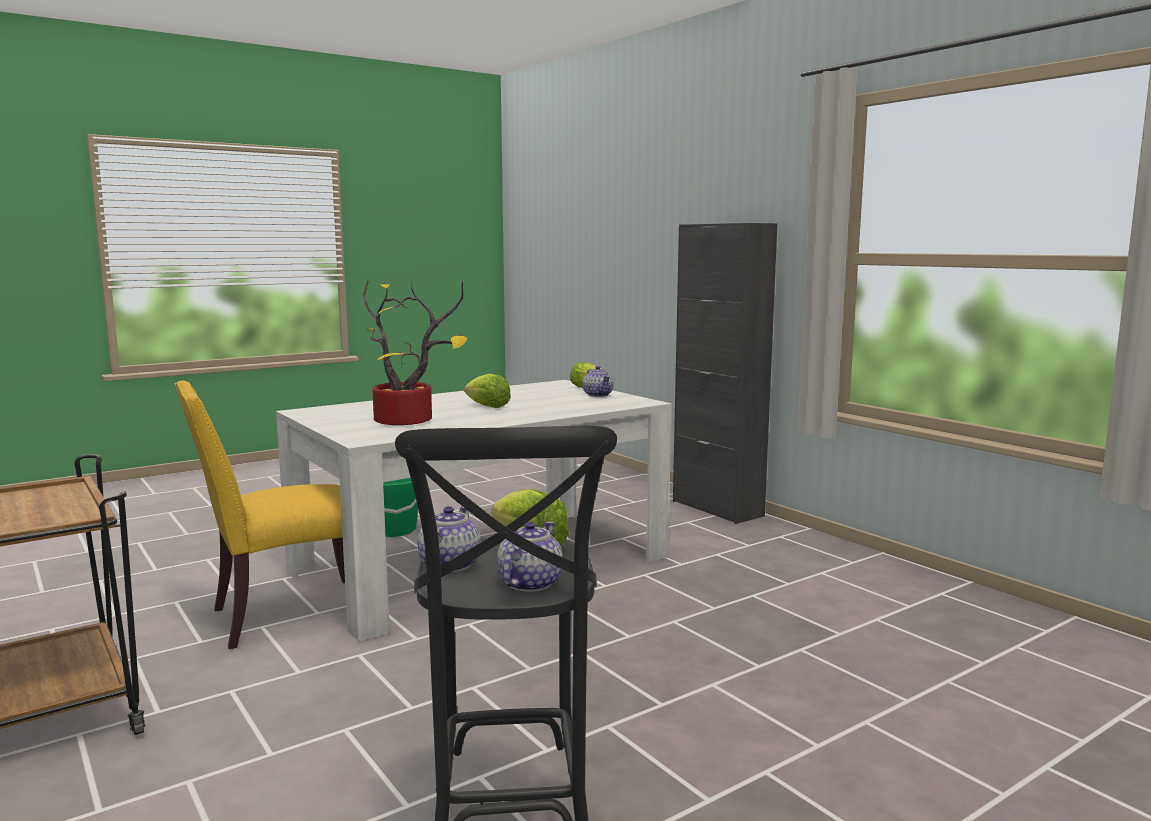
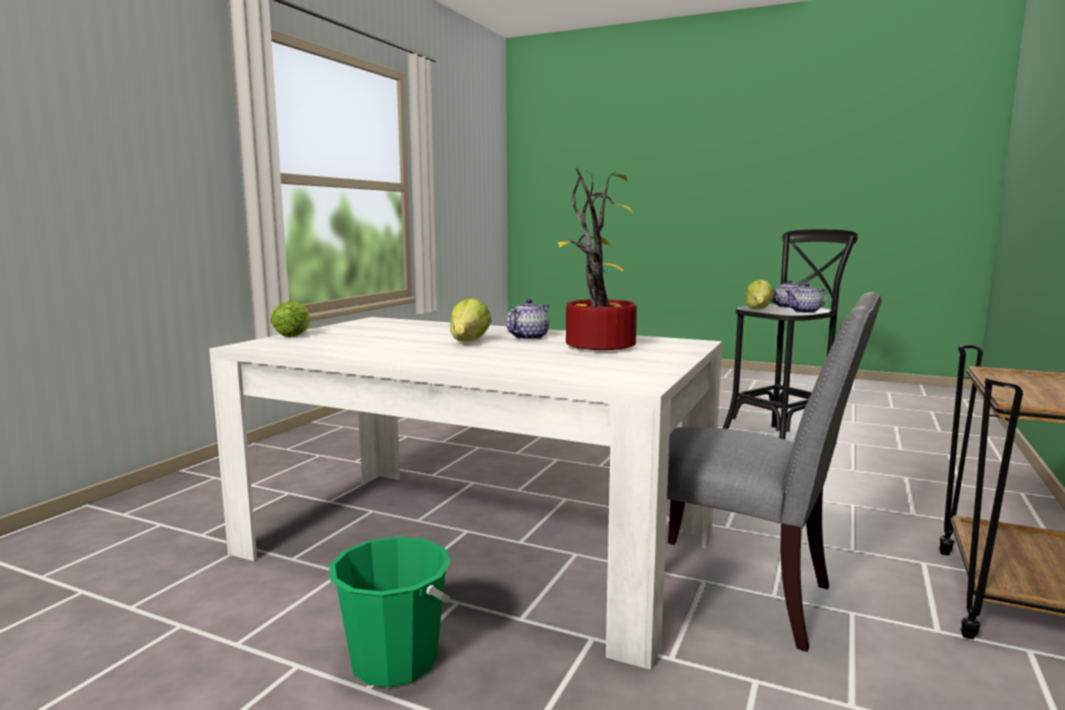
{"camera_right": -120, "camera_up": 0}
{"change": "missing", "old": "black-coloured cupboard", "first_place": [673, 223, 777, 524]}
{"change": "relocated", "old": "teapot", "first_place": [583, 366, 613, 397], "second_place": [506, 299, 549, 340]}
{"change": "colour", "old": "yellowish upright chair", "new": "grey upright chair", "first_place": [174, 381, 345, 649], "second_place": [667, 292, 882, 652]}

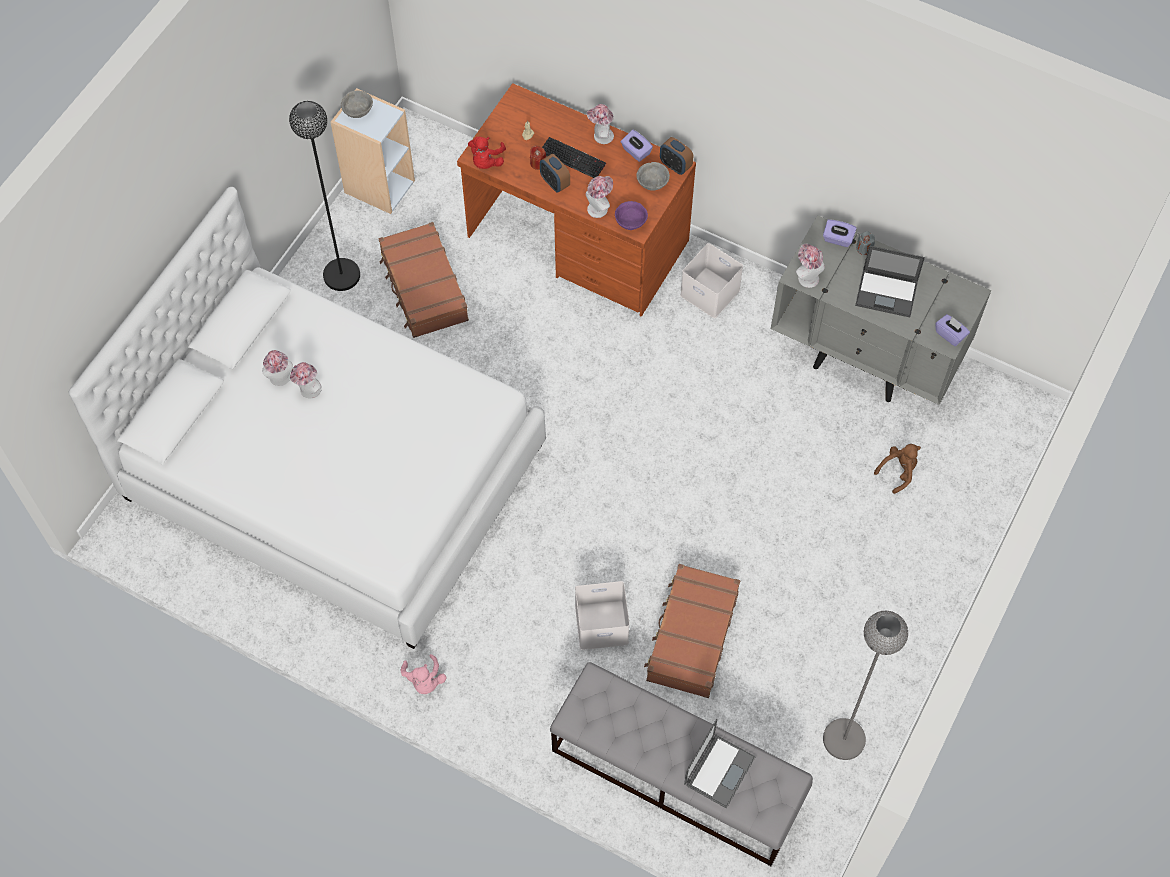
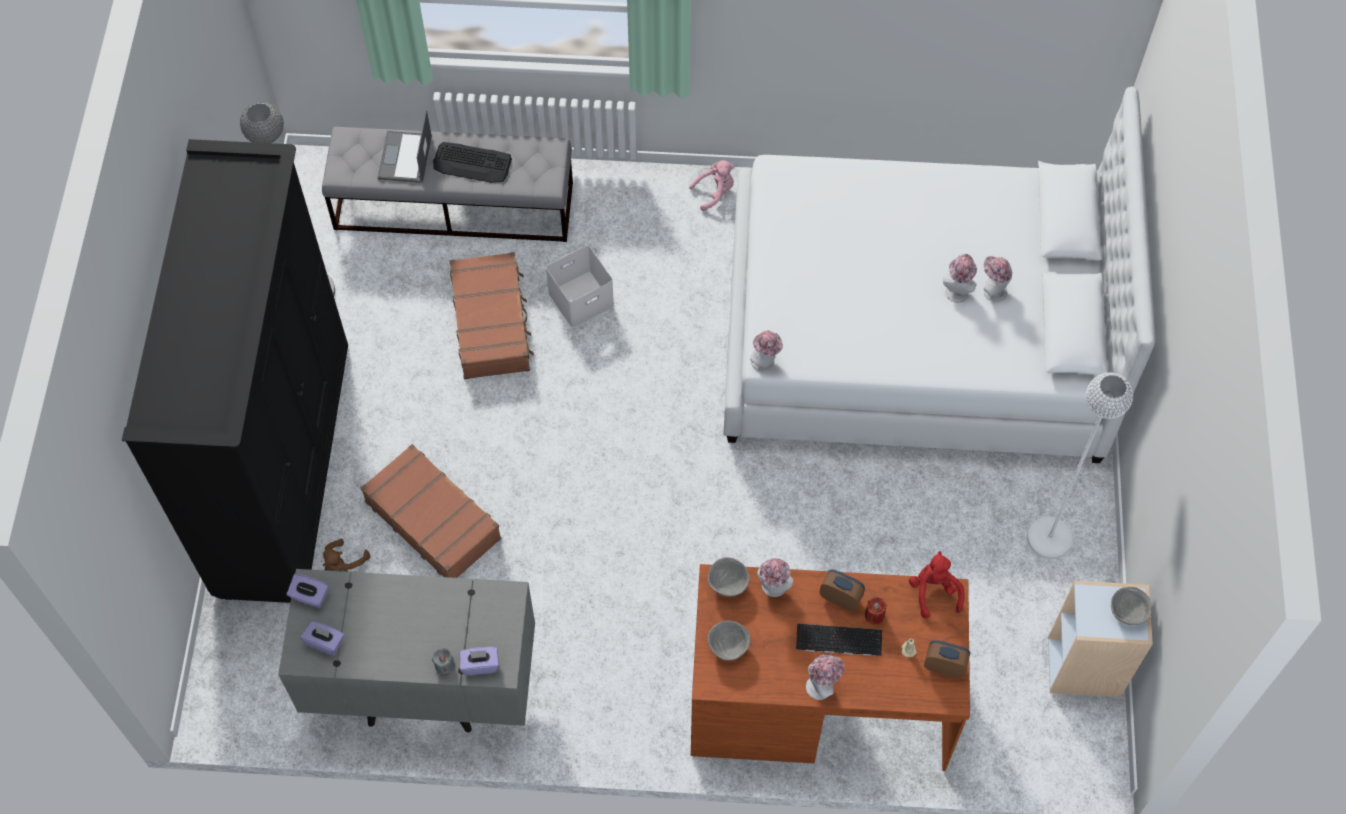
{"camera_right": 155, "camera_up": 0}
{"change": "missing", "old": "whitish storage container", "first_place": [680, 243, 743, 318]}
{"change": "missing", "old": "laptop", "first_place": [855, 246, 925, 317]}
{"change": "appeared", "new": "black-coloured wardrobe", "second_place": [122, 139, 348, 603]}
{"change": "appeared", "new": "PC keyboard", "second_place": [433, 142, 512, 183]}
{"change": "relocated", "old": "brown-coloured suitcase", "first_place": [379, 222, 469, 338], "second_place": [361, 444, 501, 578]}
{"change": "relocated", "old": "purplish tissue holder", "first_place": [621, 130, 653, 162], "second_place": [300, 621, 344, 656]}
{"change": "relocated", "old": "bedside clock", "first_place": [660, 137, 693, 175], "second_place": [924, 640, 970, 678]}
{"change": "relocated", "old": "hat", "first_place": [796, 244, 825, 288], "second_place": [750, 330, 783, 371]}
{"change": "colour", "old": "black-coloured standing lamp", "new": "whitish standing lamp", "first_place": [289, 101, 360, 291], "second_place": [1027, 372, 1133, 559]}
{"change": "colour", "old": "purplish bowl", "new": "grey bowl", "first_place": [615, 201, 648, 230], "second_place": [708, 557, 749, 597]}
{"change": "spun", "old": "pink-coloured soft toy", "first_place": [401, 654, 447, 694], "second_place": [689, 160, 735, 211], "degrees": 105}

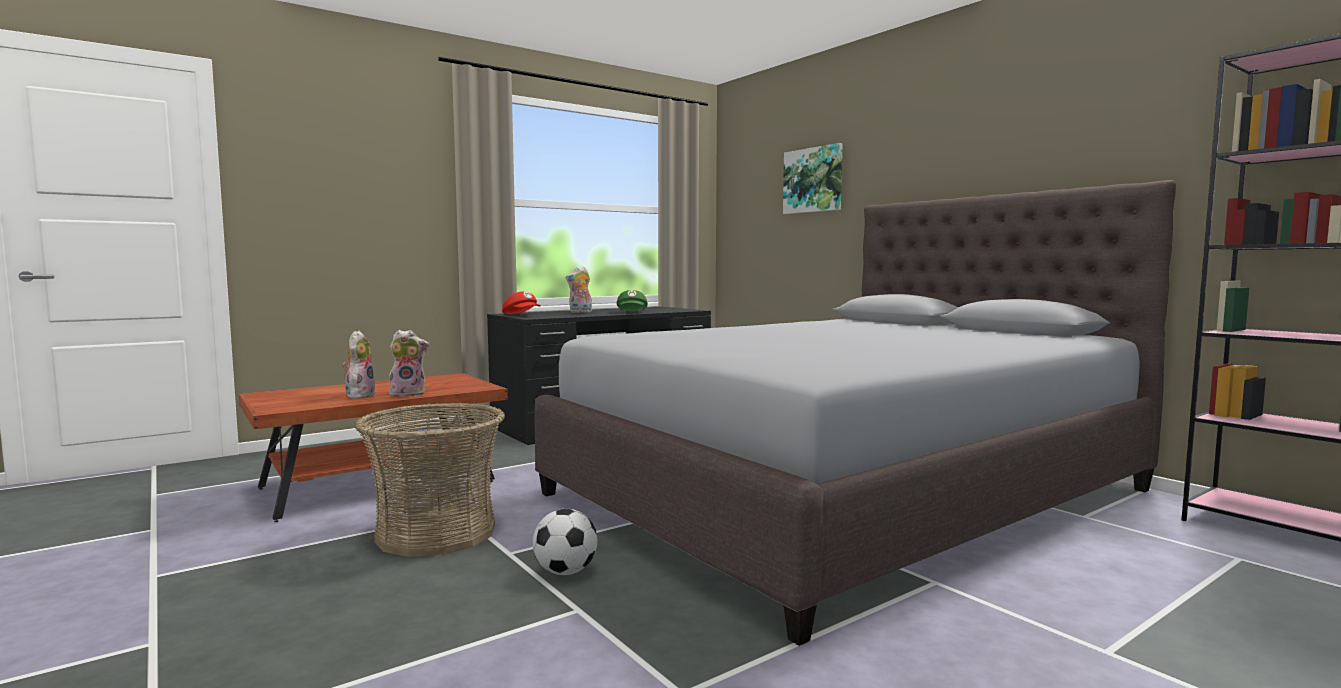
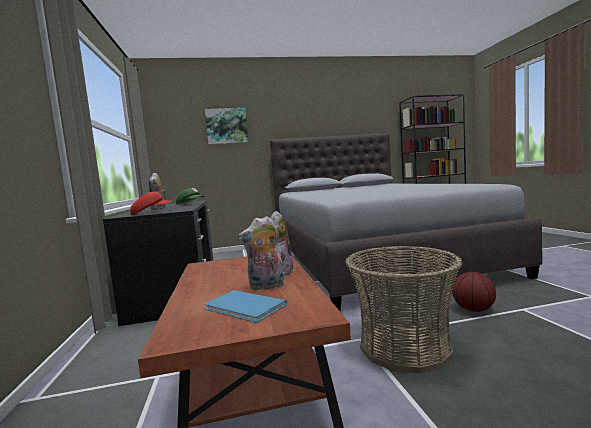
{"camera_right": -65, "camera_up": 0}
{"change": "appeared", "new": "bluish book", "second_place": [204, 290, 287, 323]}
{"change": "exchanged", "old": "football ball", "new": "basketball", "first_place": [533, 509, 597, 575], "second_place": [452, 272, 496, 312]}
{"change": "spun", "old": "soft toy", "first_place": [342, 331, 375, 399], "second_place": [238, 216, 284, 290], "degrees": -45}

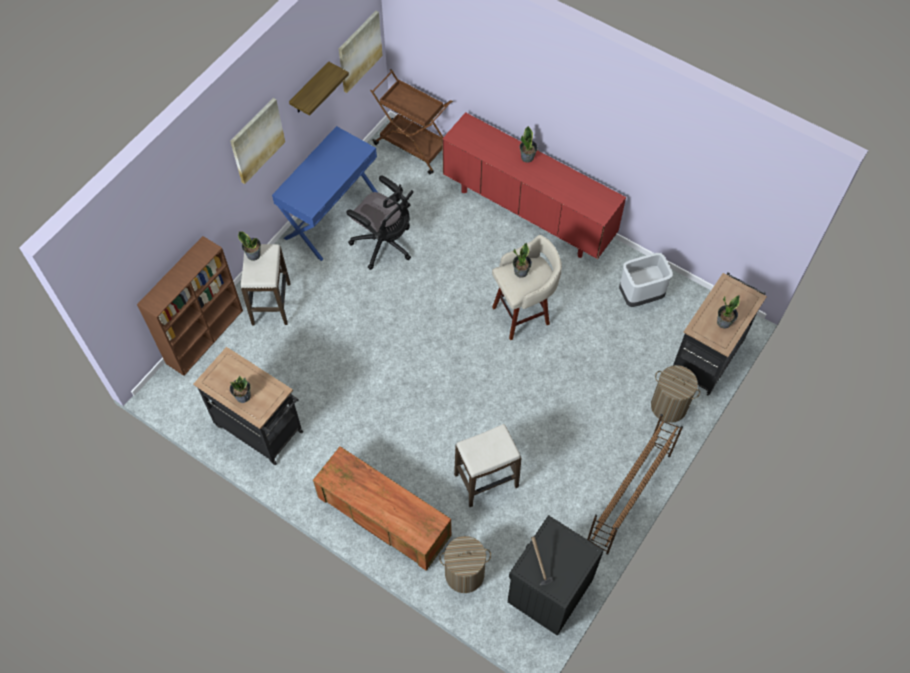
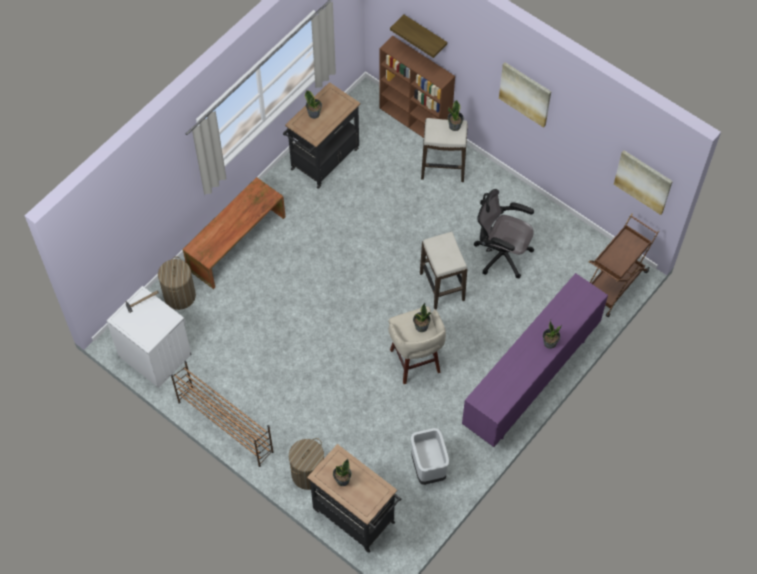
{"camera_right": 95, "camera_up": 0}
{"change": "missing", "old": "bluish desk table", "first_place": [272, 126, 377, 261]}
{"change": "relocated", "old": "shelf", "first_place": [289, 61, 349, 116], "second_place": [390, 15, 447, 58]}
{"change": "relocated", "old": "stool seat", "first_place": [454, 424, 521, 507], "second_place": [420, 232, 467, 309]}
{"change": "colour", "old": "reddish cupboard", "new": "purplish cupboard", "first_place": [442, 112, 626, 259], "second_place": [462, 273, 608, 447]}
{"change": "colour", "old": "black-coloured laundry appliance", "new": "whitish laundry appliance", "first_place": [507, 515, 604, 636], "second_place": [106, 286, 192, 388]}
{"change": "spun", "old": "desk chair", "first_place": [346, 175, 413, 270], "second_place": [474, 189, 534, 279], "degrees": 75}

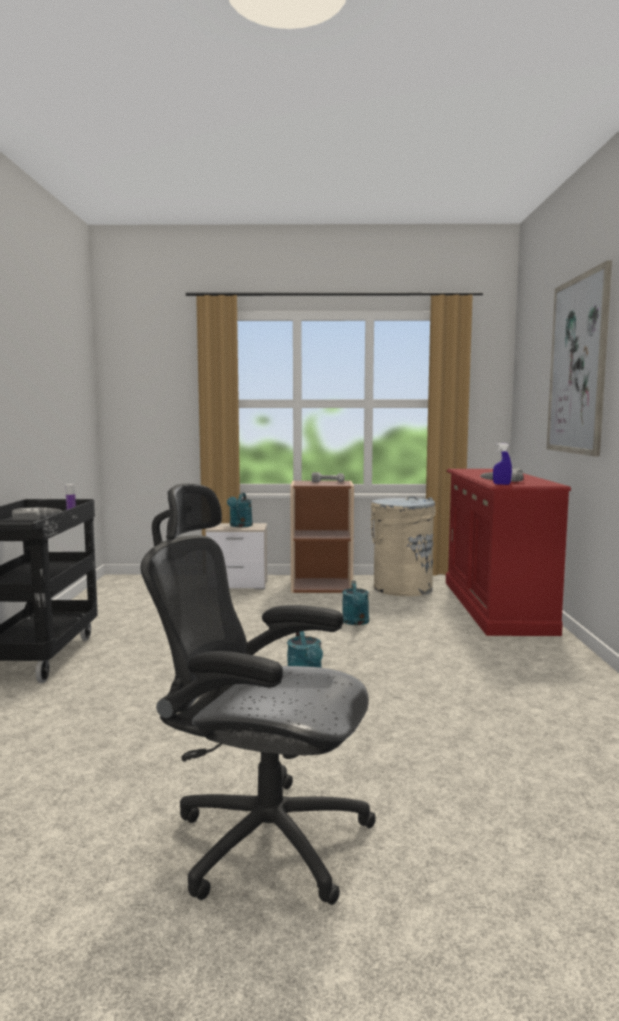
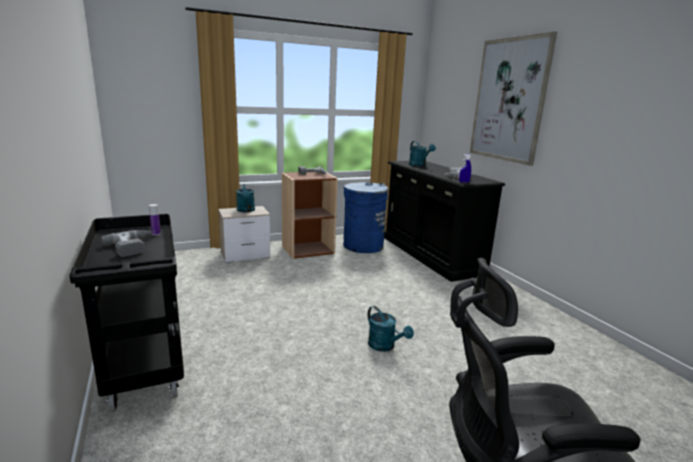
{"camera_right": -25, "camera_up": 10}
{"change": "relocated", "old": "turquoise-coloured watering pot", "first_place": [342, 580, 369, 625], "second_place": [409, 141, 436, 167]}
{"change": "colour", "old": "beige-coloured waste bin", "new": "bluish waste bin", "first_place": [371, 497, 436, 596], "second_place": [343, 182, 388, 253]}
{"change": "colour", "old": "reddish cupboard", "new": "black-coloured cupboard", "first_place": [446, 469, 571, 636], "second_place": [384, 161, 505, 282]}

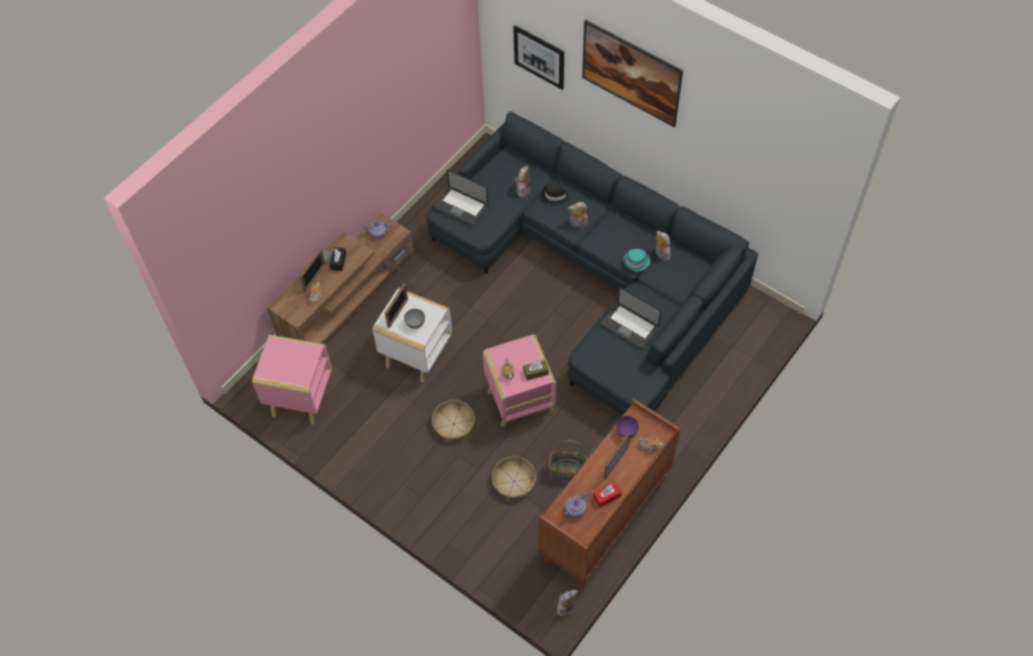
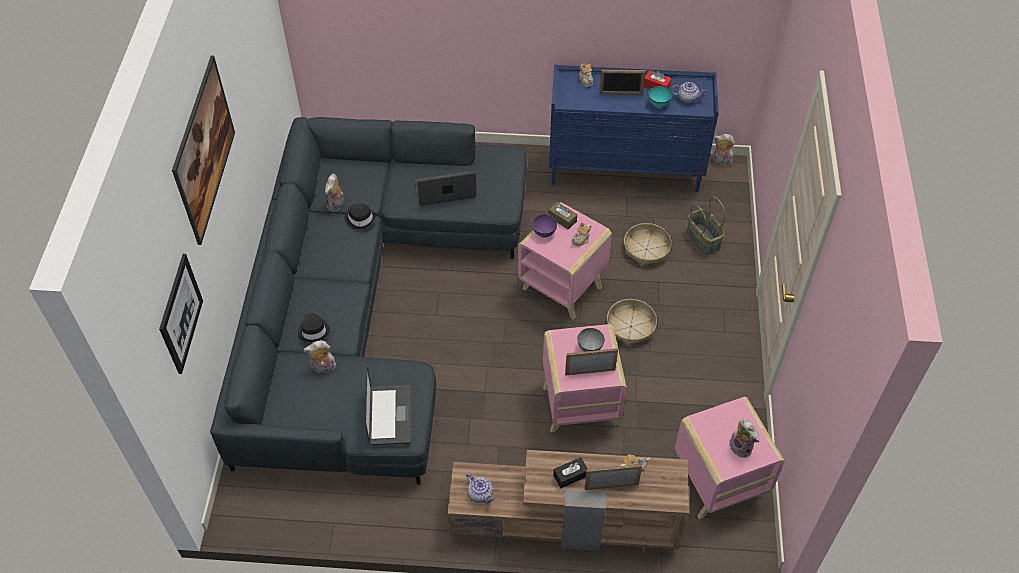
{"camera_right": -125, "camera_up": -5}
{"change": "appeared", "new": "turquoise-coloured bowl", "second_place": [648, 86, 672, 108]}
{"change": "relocated", "old": "storage basket", "first_place": [549, 440, 588, 481], "second_place": [686, 197, 725, 255]}
{"change": "relocated", "old": "soft toy", "first_place": [567, 202, 588, 228], "second_place": [729, 419, 760, 458]}
{"change": "relocated", "old": "purplish bowl", "first_place": [616, 416, 639, 437], "second_place": [532, 214, 557, 238]}
{"change": "colour", "old": "whitish side table", "new": "pink-coloured side table", "first_place": [373, 288, 452, 383], "second_place": [543, 324, 627, 433]}
{"change": "colour", "old": "brown-coloured cupboard", "new": "bluish cupboard", "first_place": [539, 399, 680, 588], "second_place": [549, 64, 719, 192]}
{"change": "colour", "old": "turquoise-coloured hat", "new": "black-coloured hat", "first_place": [623, 249, 651, 271], "second_place": [344, 203, 376, 230]}
{"change": "spun", "old": "laptop", "first_place": [601, 287, 662, 349], "second_place": [414, 171, 477, 206], "degrees": -105}

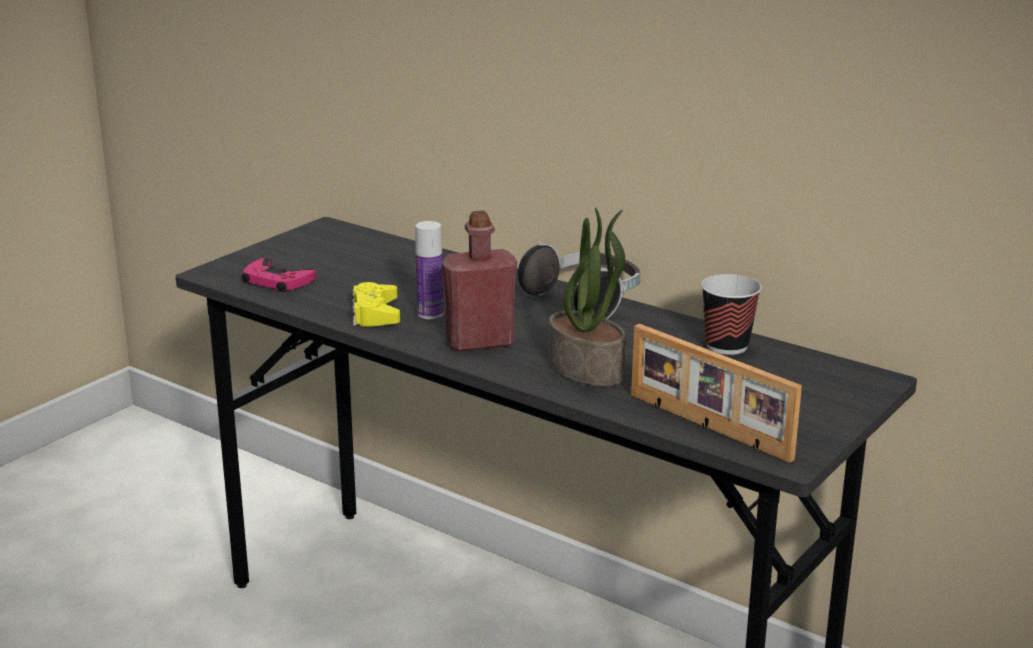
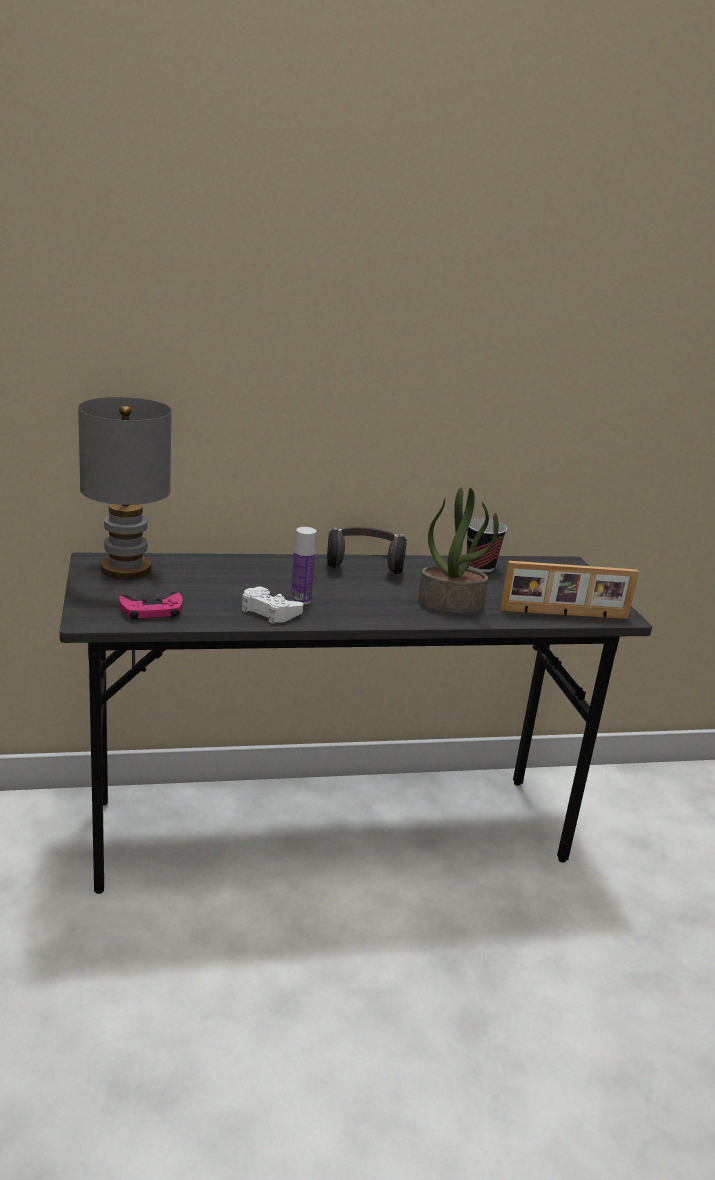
{"camera_right": -50, "camera_up": 0}
{"change": "missing", "old": "reddish bottle", "first_place": [442, 211, 517, 352]}
{"change": "appeared", "new": "grey table lamp", "second_place": [78, 397, 172, 580]}
{"change": "colour", "old": "yellowish gamepad", "new": "whitish gamepad", "first_place": [352, 282, 400, 327], "second_place": [241, 586, 303, 624]}

